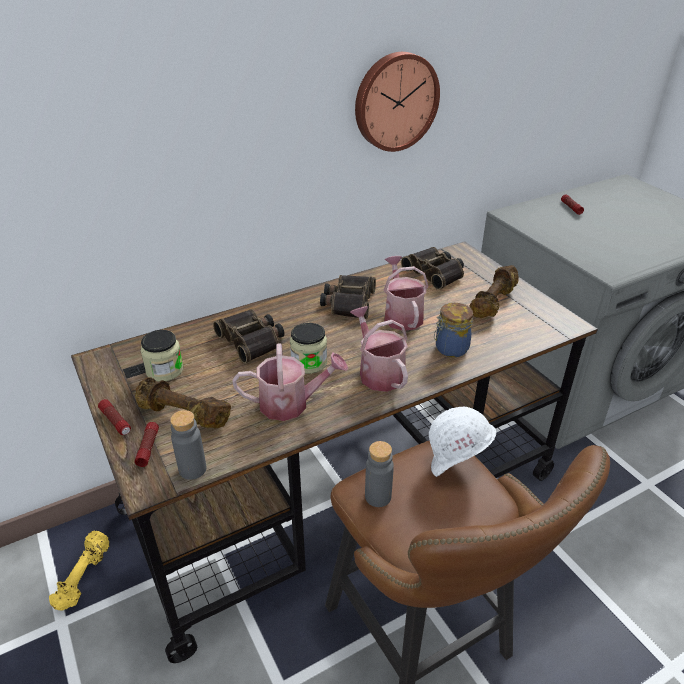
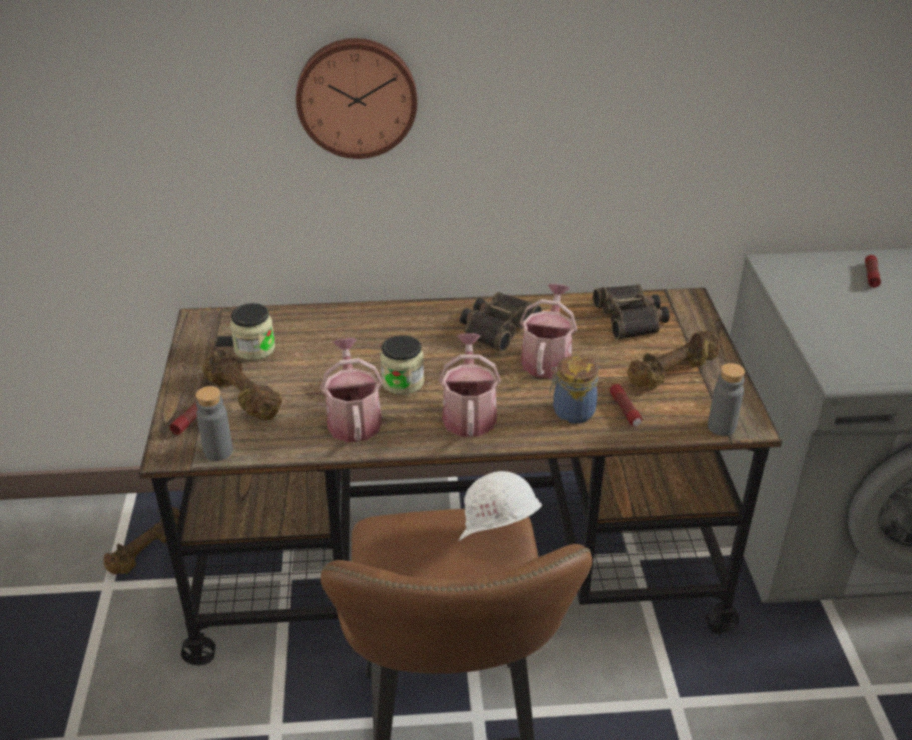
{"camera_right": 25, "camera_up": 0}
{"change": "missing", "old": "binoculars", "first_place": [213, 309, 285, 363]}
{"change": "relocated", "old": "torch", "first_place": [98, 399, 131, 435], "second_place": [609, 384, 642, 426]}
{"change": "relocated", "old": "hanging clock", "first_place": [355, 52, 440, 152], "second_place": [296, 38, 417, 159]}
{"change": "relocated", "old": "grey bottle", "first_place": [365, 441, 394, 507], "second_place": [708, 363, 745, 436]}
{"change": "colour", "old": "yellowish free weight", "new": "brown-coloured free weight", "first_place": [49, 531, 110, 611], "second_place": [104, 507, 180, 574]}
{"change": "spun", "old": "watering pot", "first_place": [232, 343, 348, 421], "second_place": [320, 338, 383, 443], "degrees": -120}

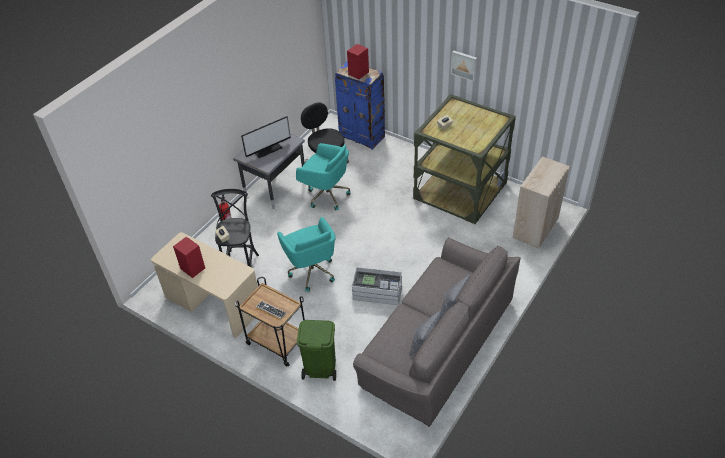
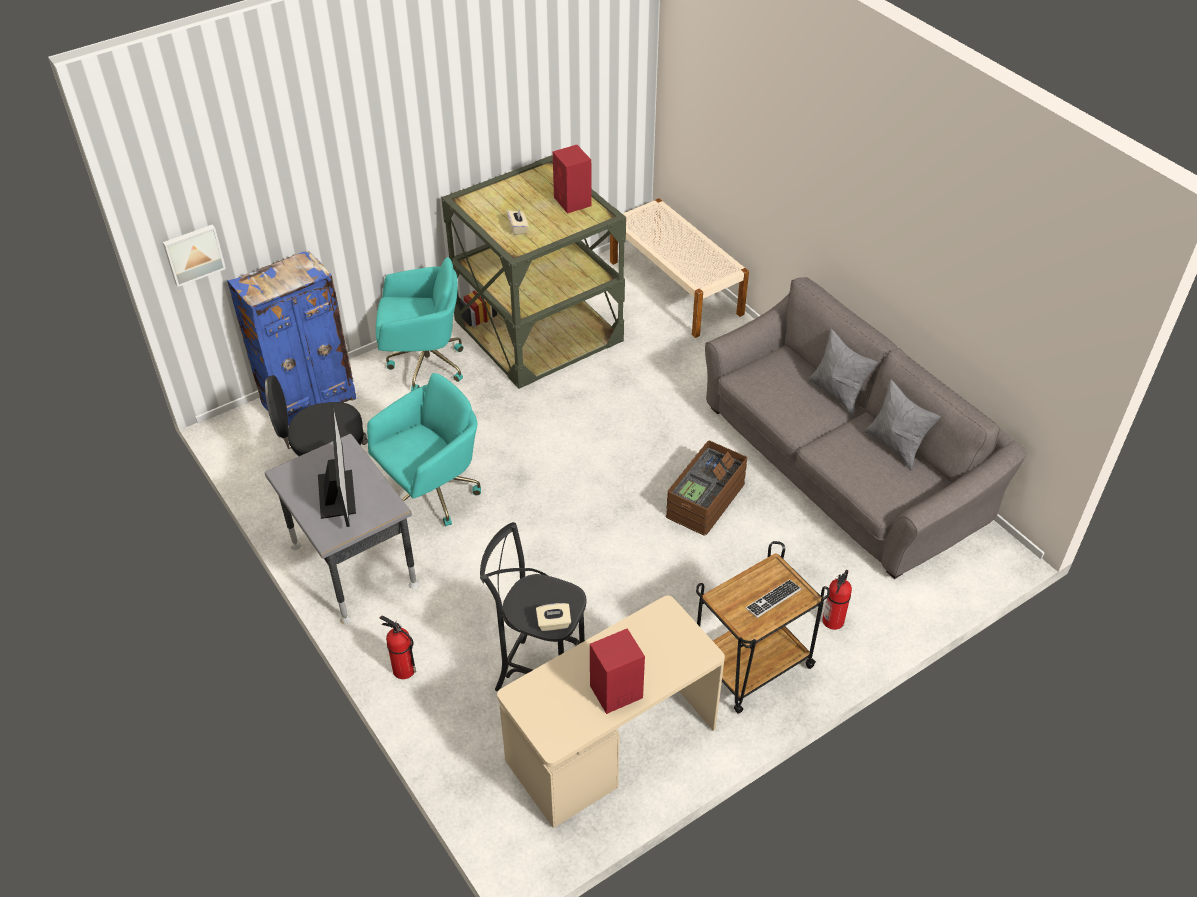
{"camera_right": -70, "camera_up": 0}
{"change": "relocated", "old": "turquoise-coloured desk chair", "first_place": [277, 217, 336, 292], "second_place": [376, 257, 463, 391]}
{"change": "relocated", "old": "reddish audio speaker", "first_place": [347, 44, 369, 79], "second_place": [553, 145, 592, 214]}
{"change": "relocated", "old": "wall art", "first_place": [451, 50, 477, 82], "second_place": [163, 224, 226, 287]}
{"change": "exchanged", "old": "greenish waste bin", "new": "fire-fighting cylinder", "first_place": [297, 320, 336, 381], "second_place": [822, 570, 852, 630]}
{"change": "exchanged", "old": "beige-coloured cupboard", "new": "beige-coloured bench", "first_place": [512, 156, 570, 249], "second_place": [610, 198, 749, 338]}
{"change": "colour", "old": "grey storage container", "new": "brown-coloured storage container", "first_place": [352, 267, 402, 305], "second_place": [666, 441, 747, 536]}

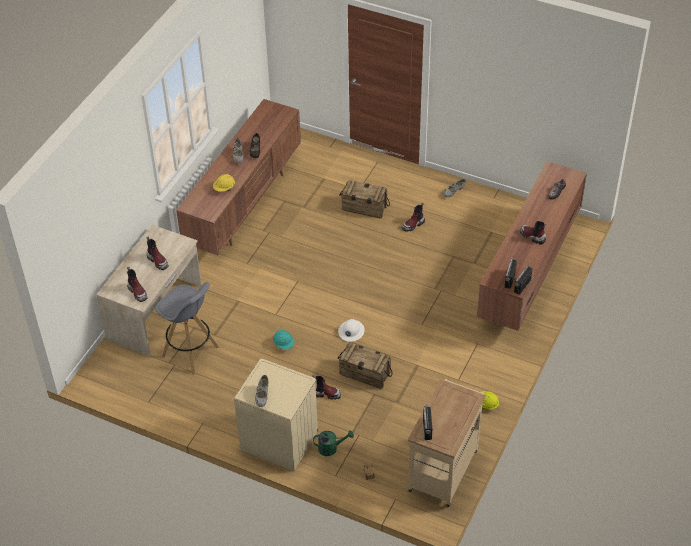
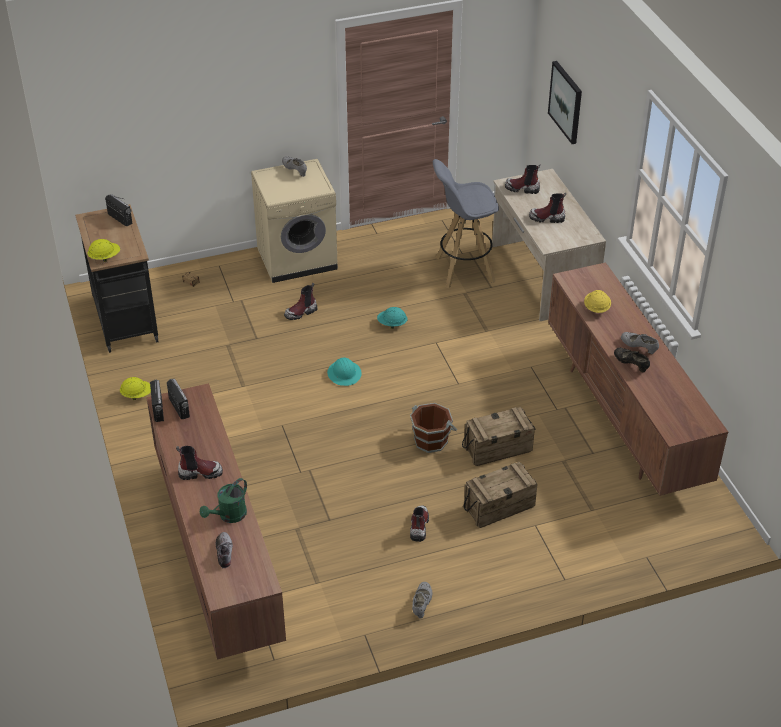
{"camera_right": 135, "camera_up": -5}
{"change": "appeared", "new": "yellowish safety helmet", "second_place": [87, 239, 120, 262]}
{"change": "appeared", "new": "brown-coloured water bucket", "second_place": [410, 403, 457, 453]}
{"change": "appeared", "new": "wall art", "second_place": [548, 61, 582, 144]}
{"change": "relocated", "old": "greenish watering pot", "first_place": [313, 430, 354, 456], "second_place": [200, 478, 247, 523]}
{"change": "relocated", "old": "shipping crate", "first_place": [338, 342, 392, 389], "second_place": [462, 407, 536, 466]}
{"change": "colour", "old": "whitish safety helmet", "new": "turquoise-coloured safety helmet", "first_place": [338, 319, 365, 342], "second_place": [327, 357, 362, 386]}
{"change": "colour", "old": "beige-coloured trolley", "new": "black-coloured trolley", "first_place": [408, 379, 485, 507], "second_place": [75, 204, 159, 353]}

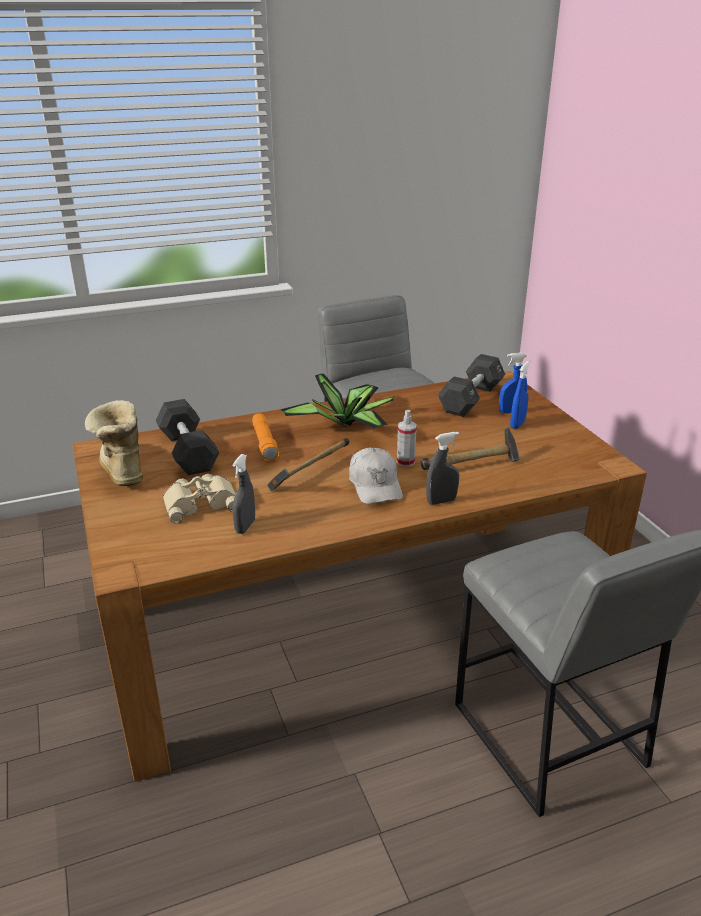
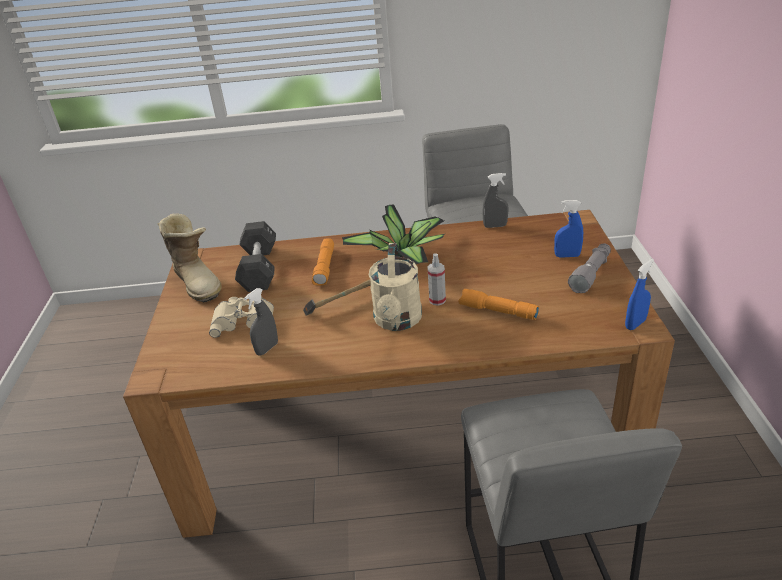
{"camera_right": 20, "camera_up": 5}
{"change": "missing", "old": "black-coloured free weight", "first_place": [438, 354, 506, 417]}
{"change": "appeared", "new": "grey torch", "second_place": [568, 243, 611, 293]}
{"change": "relocated", "old": "grey sprayer", "first_place": [426, 432, 459, 505], "second_place": [482, 173, 509, 228]}
{"change": "relocated", "old": "bluish sprayer", "first_place": [510, 361, 530, 429], "second_place": [625, 258, 654, 330]}
{"change": "exchanged", "old": "whitish cap", "new": "beige-coloured watering pot", "first_place": [349, 448, 403, 504], "second_place": [369, 243, 422, 331]}
{"change": "exchanged", "old": "tool hammer", "new": "orangey torch", "first_place": [421, 427, 519, 470], "second_place": [459, 289, 539, 320]}
{"change": "spun", "old": "high-top boot", "first_place": [85, 400, 143, 486], "second_place": [158, 213, 222, 302], "degrees": 150}

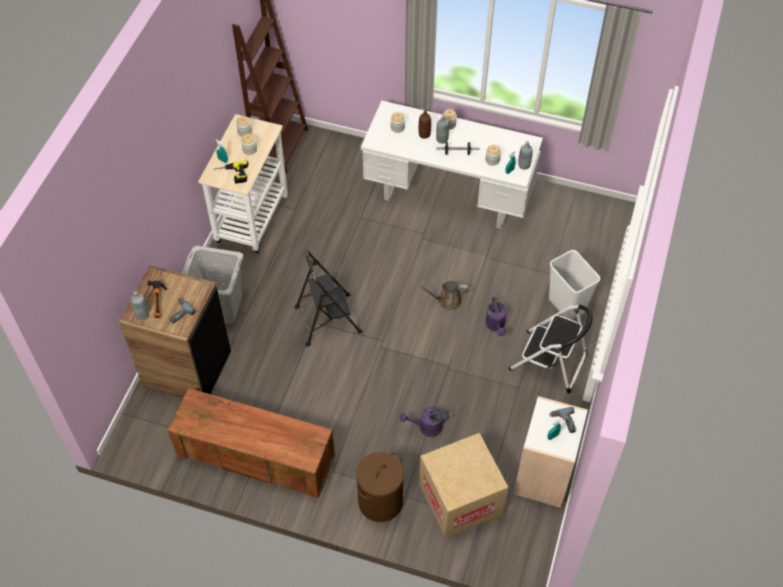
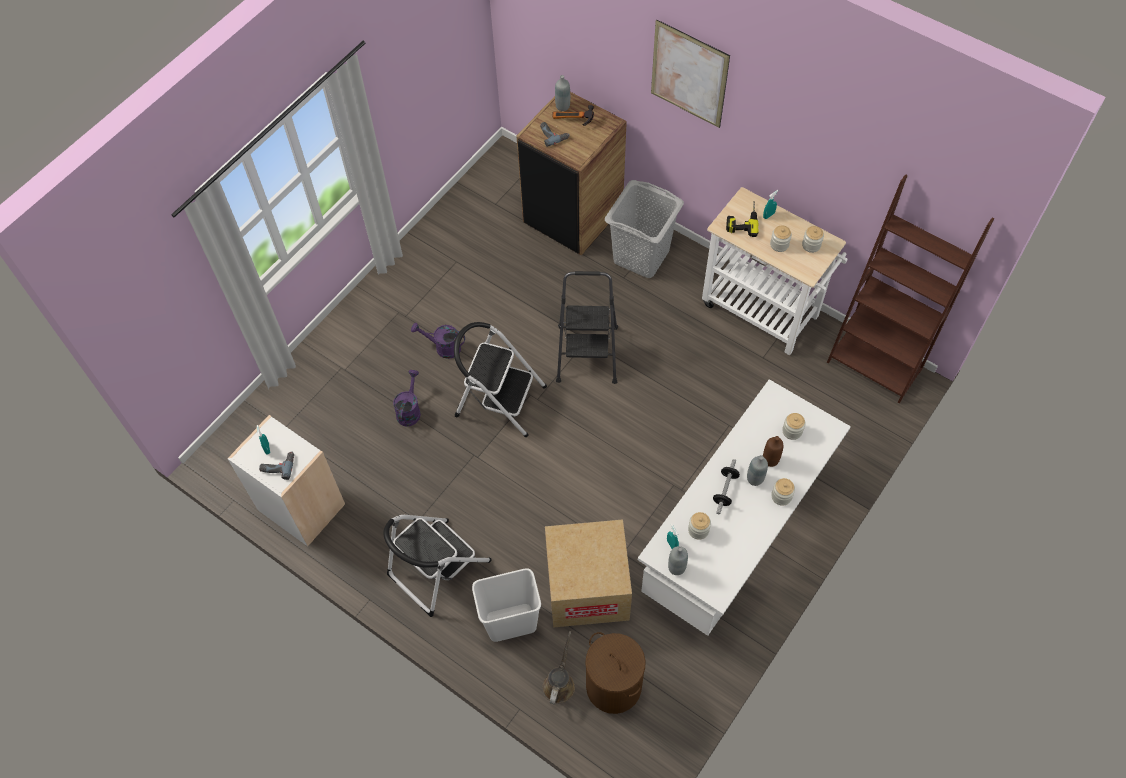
{"camera_right": 110, "camera_up": 5}
{"change": "missing", "old": "brown-coloured bench", "first_place": [167, 388, 335, 498]}
{"change": "appeared", "new": "stepladder", "second_place": [454, 322, 547, 437]}
{"change": "appeared", "new": "wall art", "second_place": [651, 19, 730, 128]}
{"change": "relocated", "old": "brown-coloured hamper", "first_place": [356, 452, 404, 522], "second_place": [585, 632, 646, 714]}
{"change": "relocated", "old": "brown-coloured watering pot", "first_place": [418, 281, 469, 310], "second_place": [543, 631, 575, 705]}
{"change": "relocated", "old": "cardboard box", "first_place": [419, 433, 509, 538], "second_place": [545, 519, 632, 628]}
{"change": "relocated", "old": "purplish watering pot", "first_place": [485, 297, 507, 336], "second_place": [411, 323, 465, 359]}

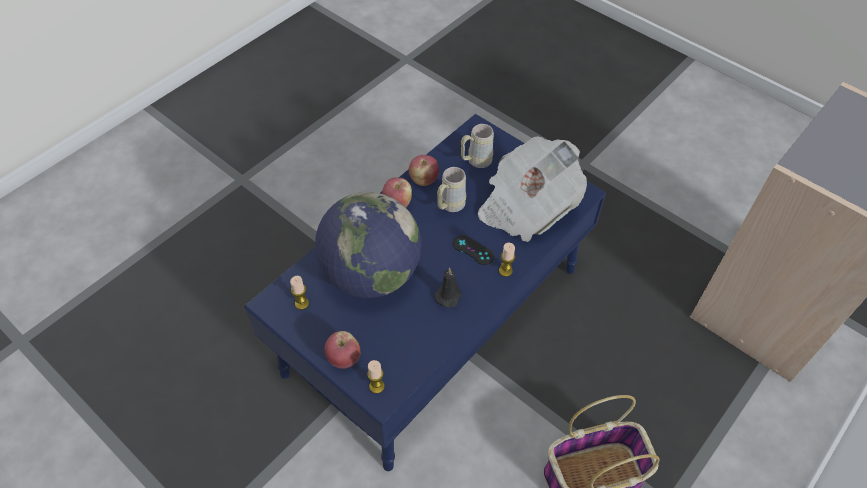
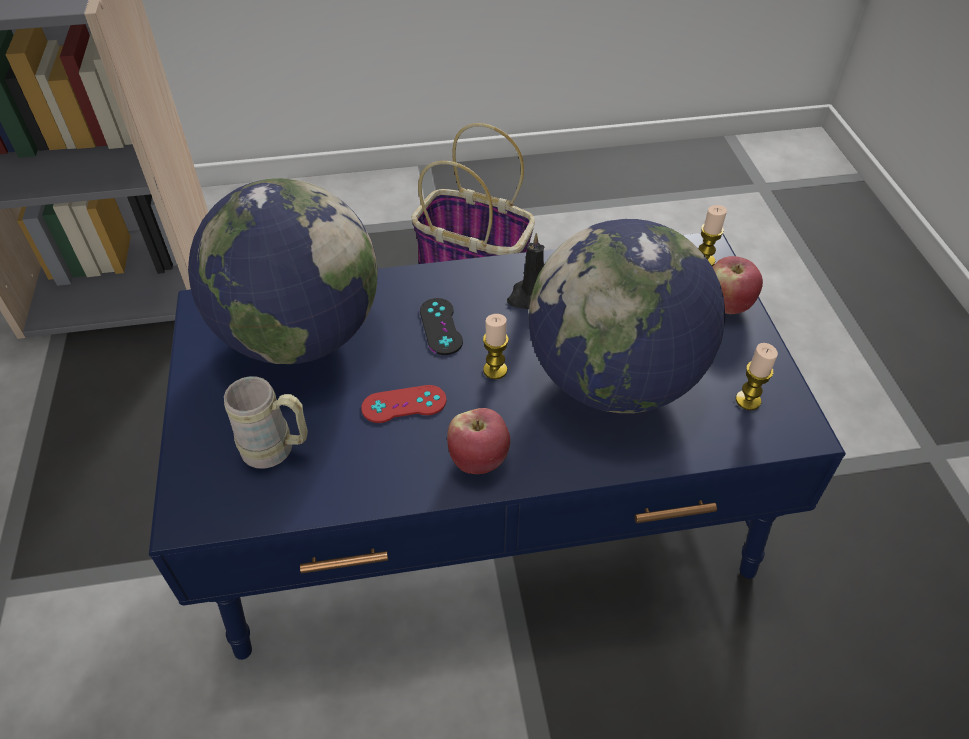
{"camera_right": -140, "camera_up": -5}
{"change": "missing", "old": "whole apple", "first_place": [409, 155, 439, 186]}
{"change": "relocated", "old": "wax light", "first_place": [499, 243, 515, 277], "second_place": [483, 314, 509, 379]}
{"change": "exchanged", "old": "beige-coloured coffee mug", "new": "reddish gamepad", "first_place": [437, 167, 466, 212], "second_place": [361, 385, 446, 423]}
{"change": "exchanged", "old": "newspaper", "new": "globe", "first_place": [478, 136, 587, 242], "second_place": [188, 178, 378, 364]}

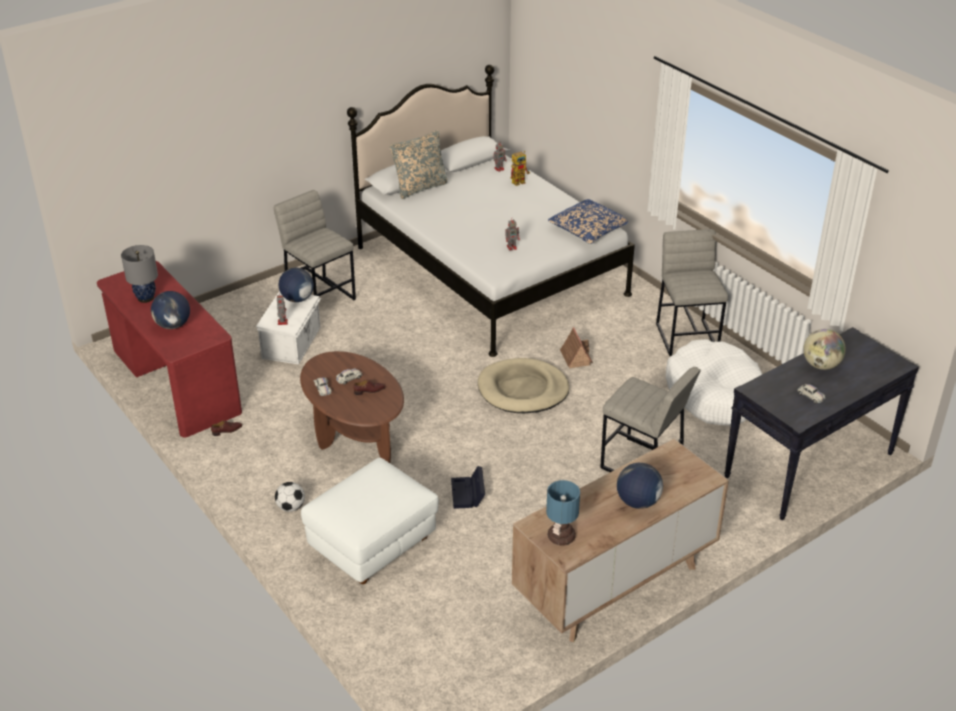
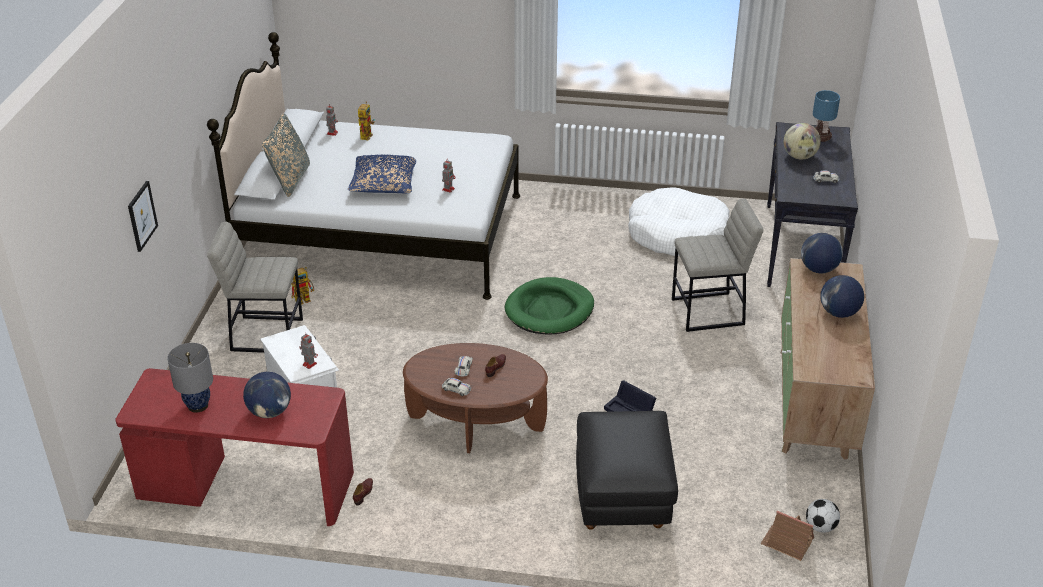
{"camera_right": -45, "camera_up": 0}
{"change": "missing", "old": "grey upright chair", "first_place": [656, 229, 728, 356]}
{"change": "appeared", "new": "wall art", "second_place": [128, 181, 158, 252]}
{"change": "appeared", "new": "robot figure", "second_place": [291, 267, 314, 305]}
{"change": "relocated", "old": "football ball", "first_place": [275, 482, 305, 512], "second_place": [806, 499, 840, 533]}
{"change": "relocated", "old": "globe", "first_place": [279, 268, 314, 302], "second_place": [801, 233, 843, 273]}
{"change": "relocated", "old": "table lamp", "first_place": [546, 480, 580, 546], "second_place": [813, 90, 840, 142]}
{"change": "relocated", "old": "bluish cushion", "first_place": [548, 199, 628, 244], "second_place": [348, 154, 416, 193]}
{"change": "relocated", "old": "toy house", "first_place": [560, 327, 593, 368], "second_place": [761, 511, 814, 561]}
{"change": "colour", "old": "whitish footrest", "new": "black-coloured footrest", "first_place": [301, 458, 439, 584], "second_place": [576, 411, 678, 530]}
{"change": "colour", "old": "beige-coloured dog cushion", "new": "greenish dog cushion", "first_place": [478, 358, 569, 413], "second_place": [505, 277, 594, 335]}

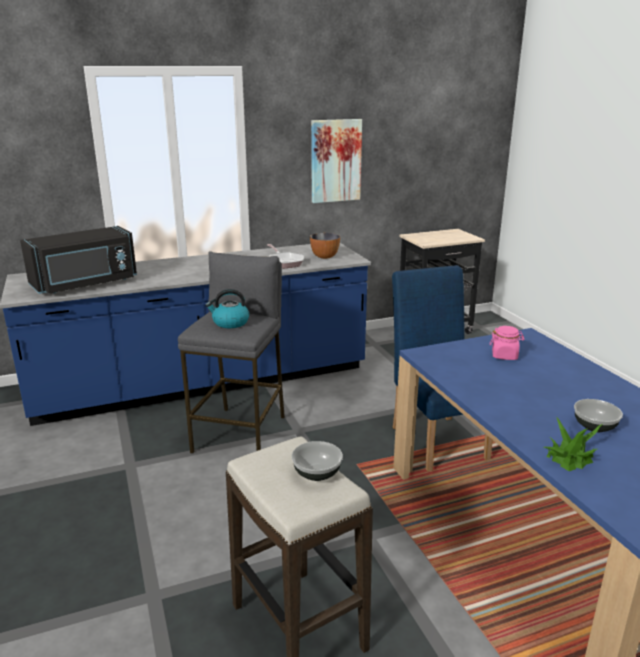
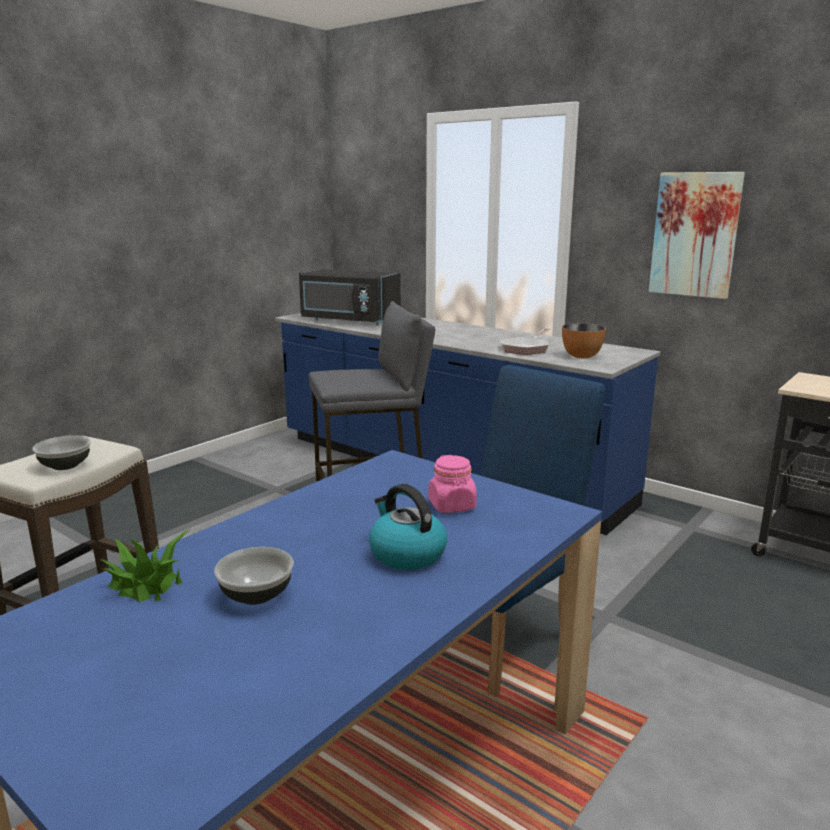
{"camera_right": 60, "camera_up": -5}
{"change": "relocated", "old": "water kettle", "first_place": [206, 289, 249, 328], "second_place": [369, 484, 447, 570]}

